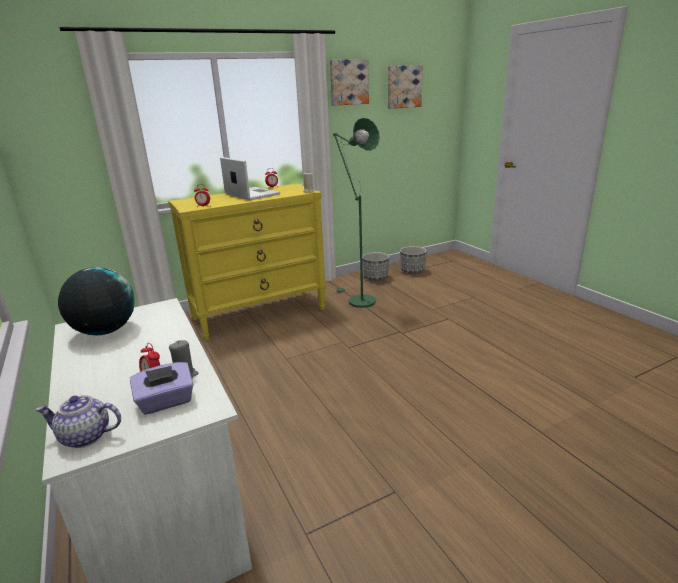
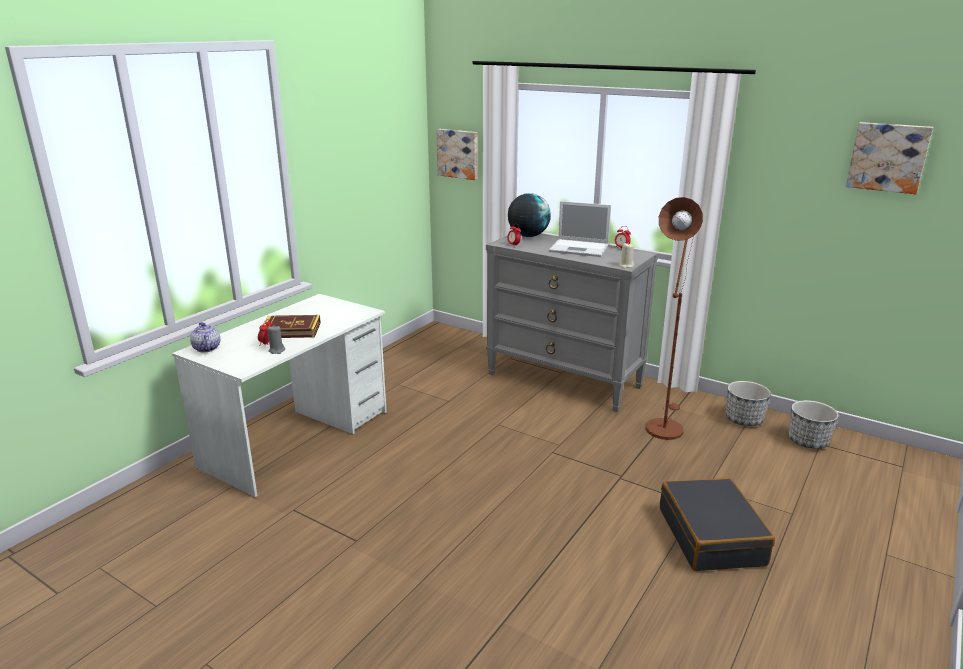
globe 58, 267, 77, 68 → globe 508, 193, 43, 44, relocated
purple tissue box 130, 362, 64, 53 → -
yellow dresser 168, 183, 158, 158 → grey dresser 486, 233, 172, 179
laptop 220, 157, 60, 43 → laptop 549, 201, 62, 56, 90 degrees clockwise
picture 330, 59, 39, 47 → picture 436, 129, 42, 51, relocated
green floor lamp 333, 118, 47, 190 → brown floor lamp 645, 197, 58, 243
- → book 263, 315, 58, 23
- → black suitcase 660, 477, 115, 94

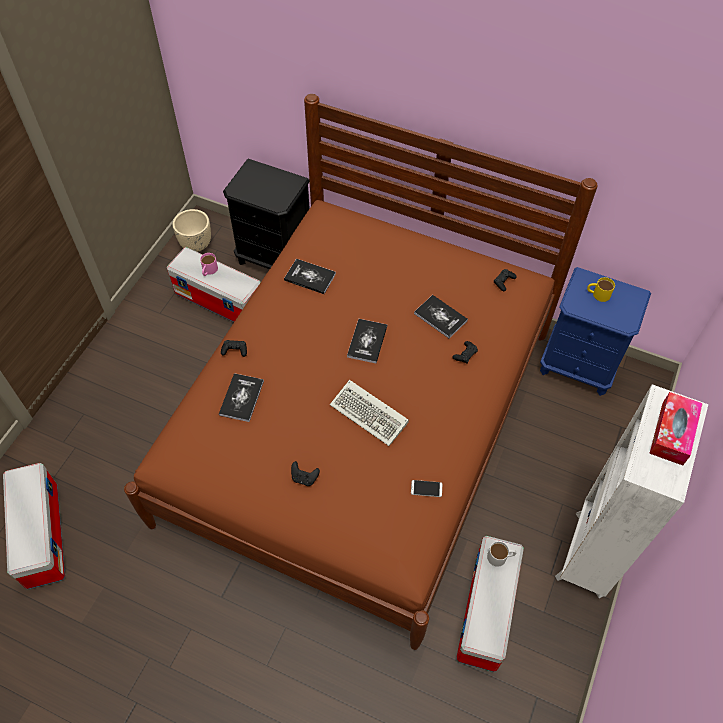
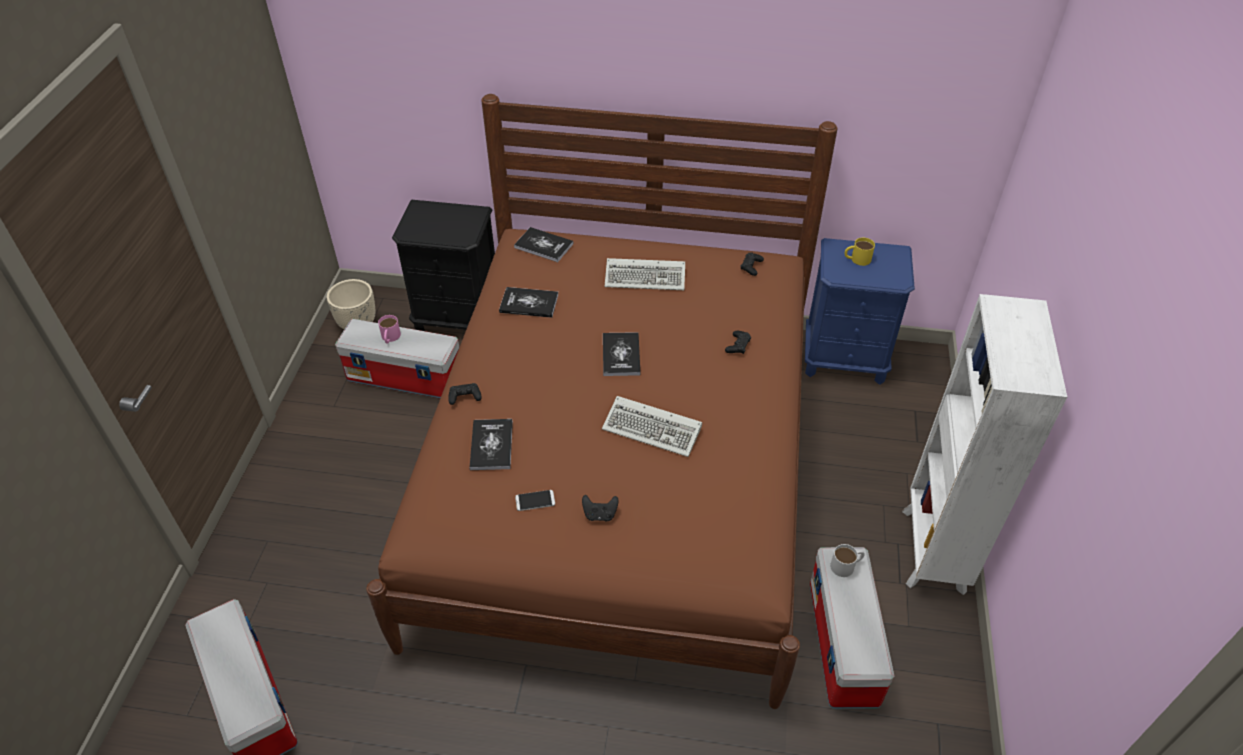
phone 411, 480, 31, 17 → phone 515, 490, 40, 21, relocated
book 414, 295, 54, 44 → book 514, 227, 60, 35, relocated
tissue box 649, 392, 54, 73 → -
- → keyboard 605, 258, 80, 32

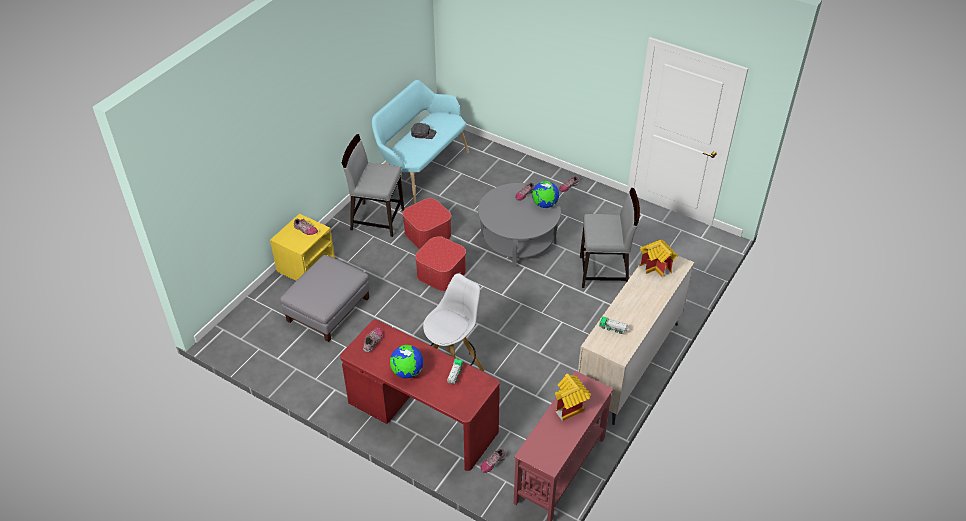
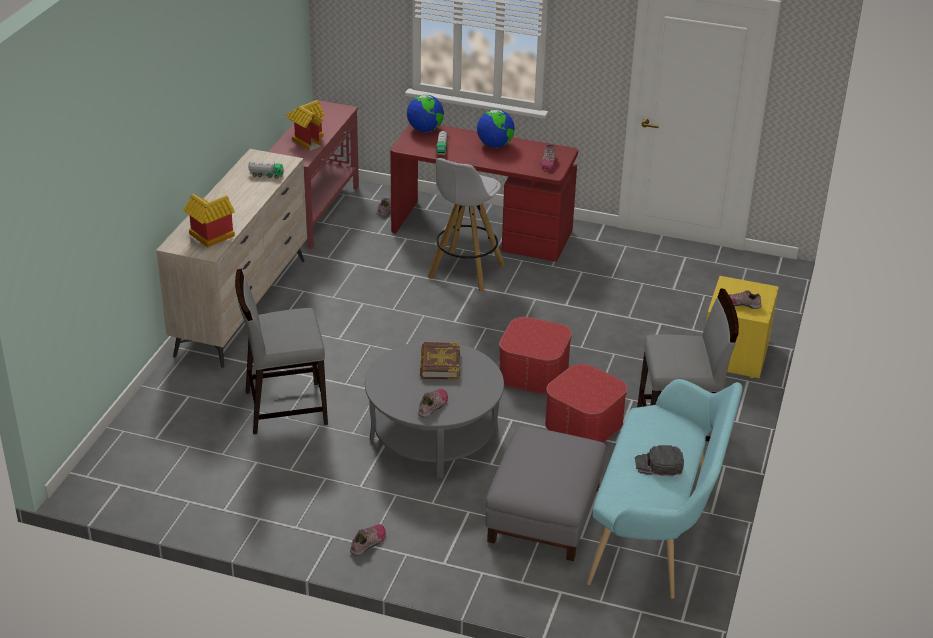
grey ottoman 280, 255, 90, 87 → grey ottoman 485, 426, 121, 135, relocated
globe 532, 181, 27, 27 → globe 407, 95, 37, 37, relocated
- → book 420, 342, 40, 38

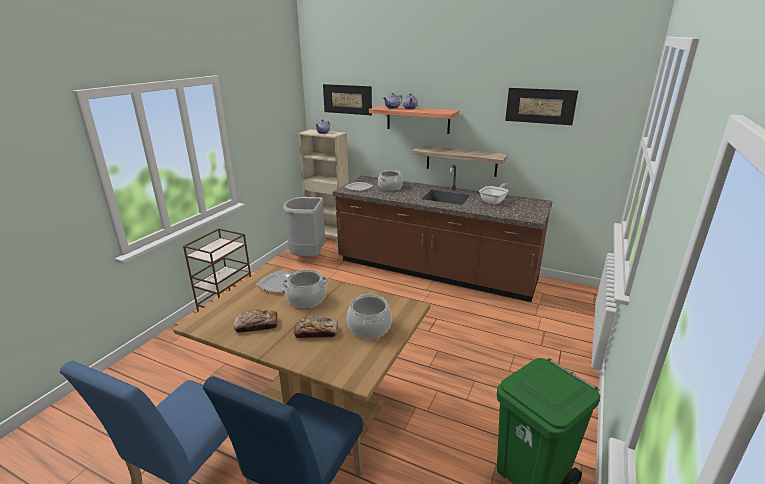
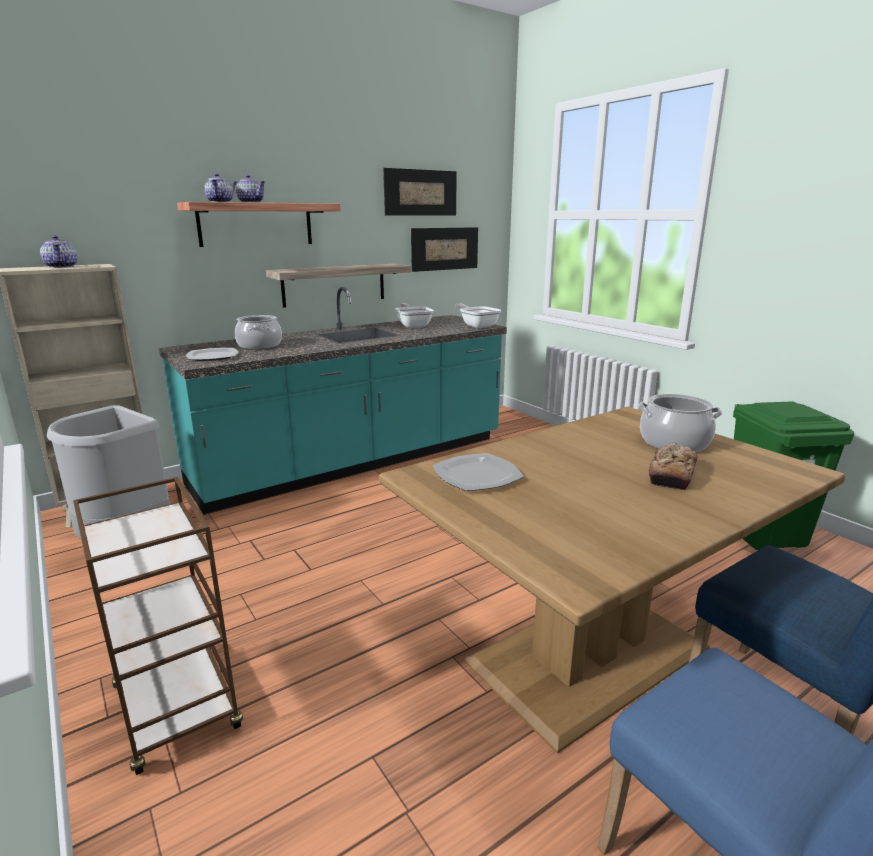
bread 234, 309, 43, 24 → -
cooking pot 282, 270, 46, 38 → -
picture 323, 84, 49, 32 → picture 411, 227, 67, 45, relocated
brown counter 333, 165, 220, 137 → turquoise counter 159, 287, 348, 227
- → frying pan 455, 304, 46, 24

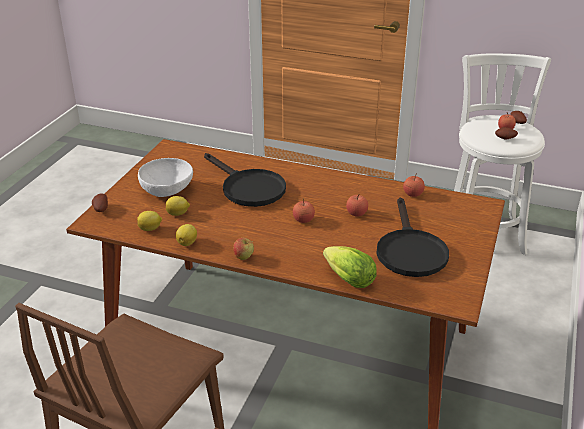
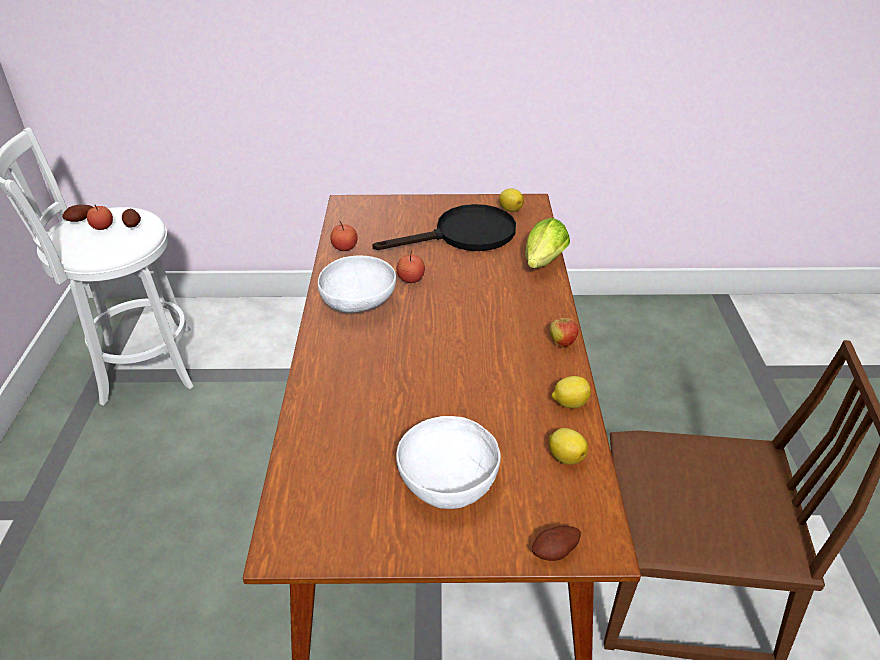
lemon 166, 196, 24, 20 → lemon 499, 188, 25, 24, relocated
black frying pan 204, 153, 82, 54 → -
apple 293, 199, 22, 24 → -
- → white bowl 318, 256, 78, 57

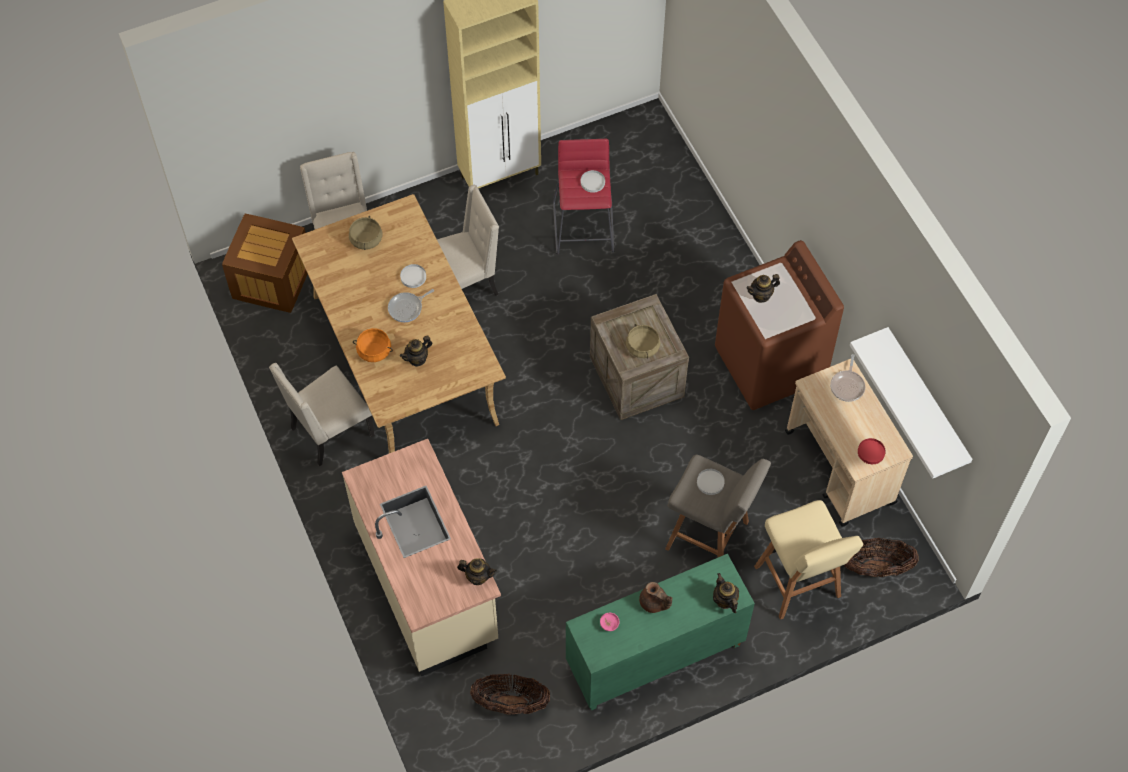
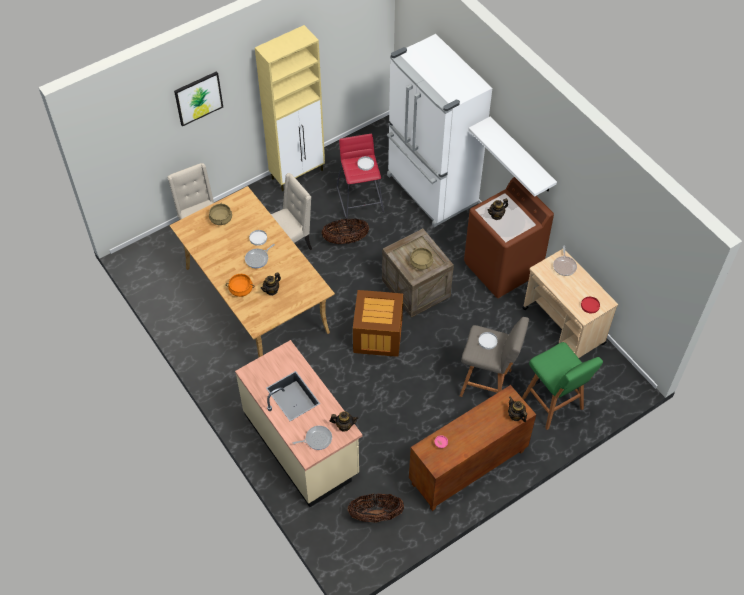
crate 222, 214, 86, 99 → crate 353, 290, 50, 67, relocated
beige chair 269, 363, 106, 103 → -
green cabinet 566, 554, 189, 157 → brown cabinet 409, 385, 127, 126
brown teapot 639, 582, 33, 31 → -
beige stool 754, 500, 109, 120 → green stool 522, 342, 81, 88
basket 844, 538, 75, 39 → basket 322, 219, 47, 25, relocated
white shelf 850, 327, 123, 152 → white shelf 468, 116, 89, 81, relocated
- → picture 174, 71, 49, 56
- → frying pan 292, 426, 40, 24
- → white fridge 387, 34, 105, 193

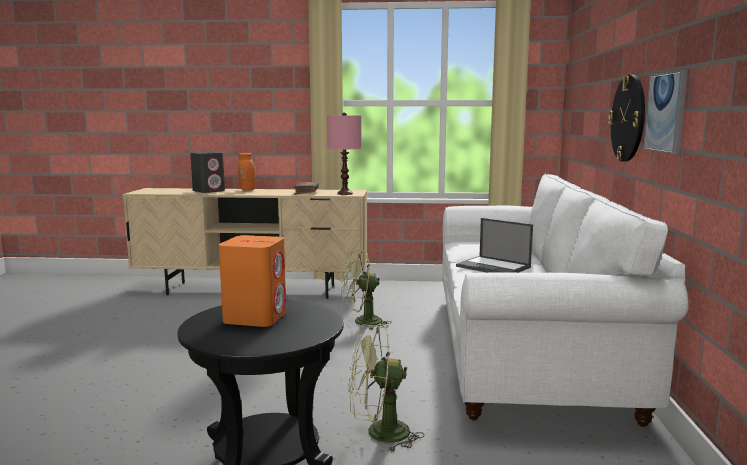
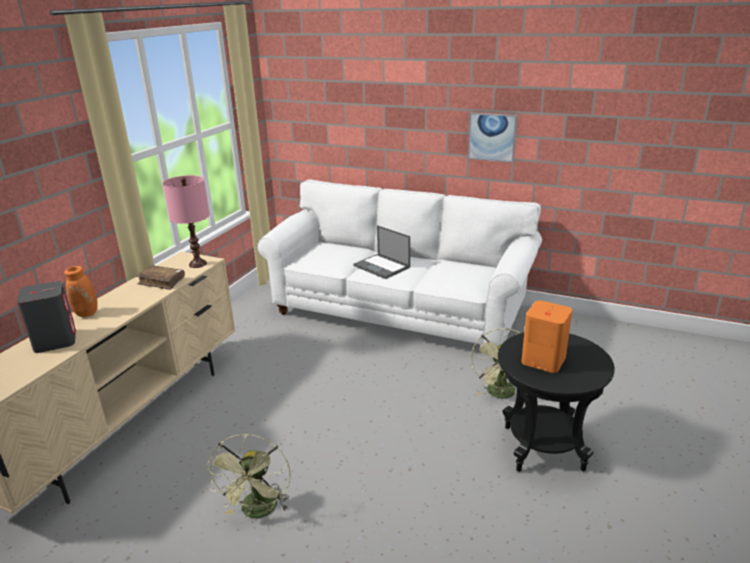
green fan 341, 250, 50, 80 → green fan 206, 434, 85, 84, relocated
laptop 456, 218, 77, 55 → laptop 353, 225, 57, 54, 75 degrees clockwise
wall clock 608, 75, 37, 87 → -

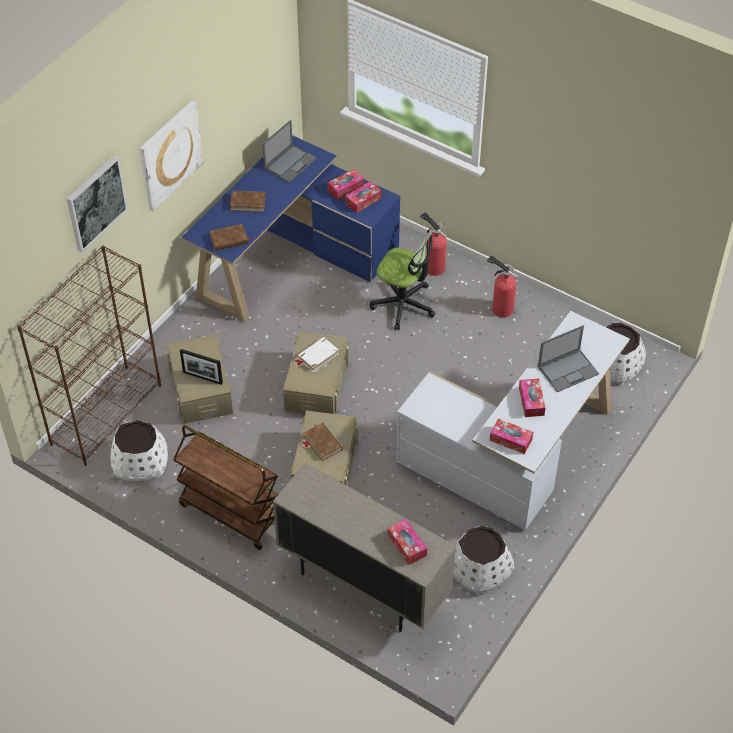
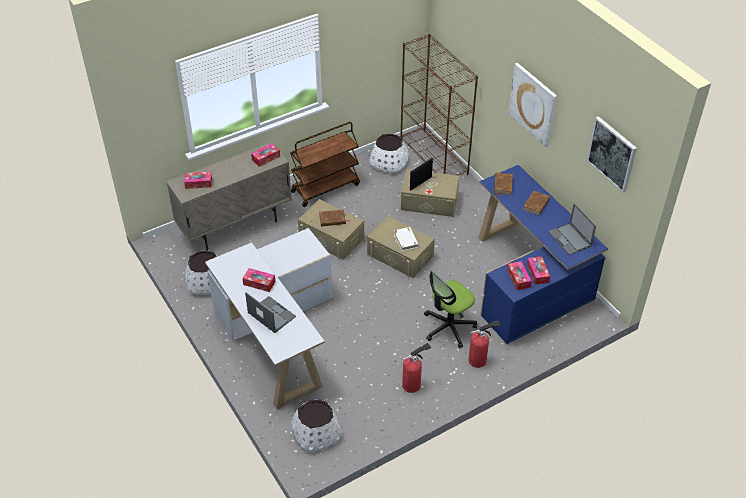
picture 67, 155, 61, 98 → picture 587, 116, 50, 76, relocated
tissue box 489, 419, 44, 35 → tissue box 251, 143, 29, 24, relocated
laptop 538, 325, 61, 67 → laptop 245, 292, 51, 41, 135 degrees clockwise

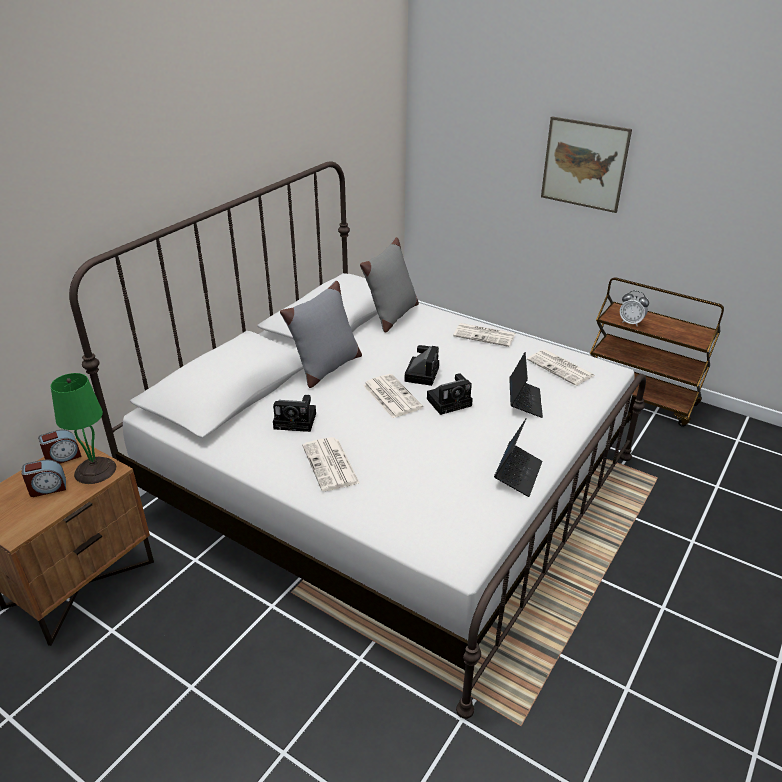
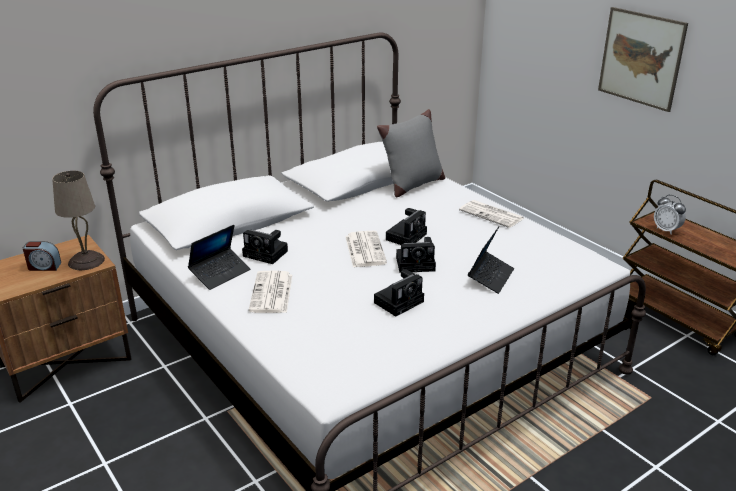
alarm clock 38, 430, 44, 34 → -
green table lamp 51, 373, 65, 111 → beige table lamp 52, 171, 53, 99
grey pillow 280, 281, 82, 107 → -
laptop 494, 418, 49, 79 → laptop 188, 225, 62, 65, relocated
newspaper 527, 349, 68, 37 → -
- → photo camera 374, 269, 50, 48

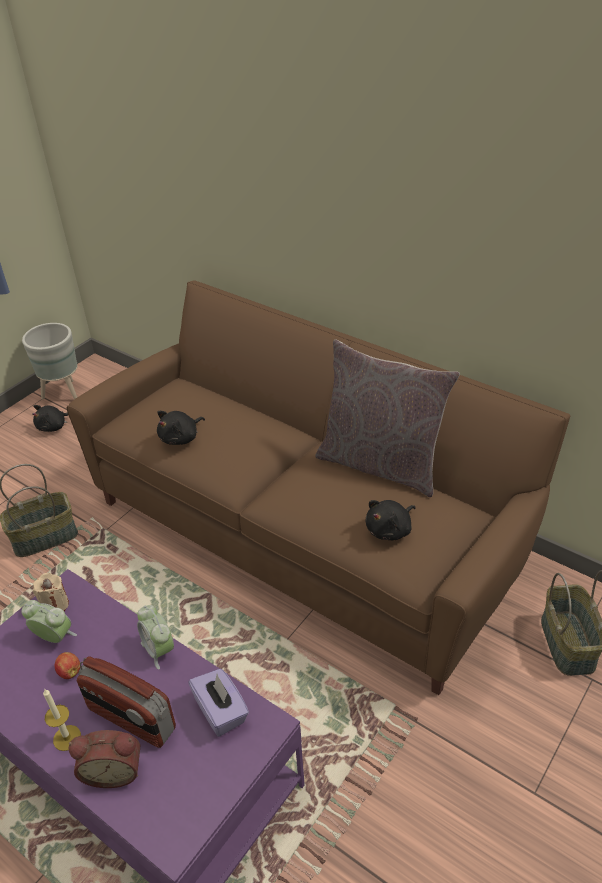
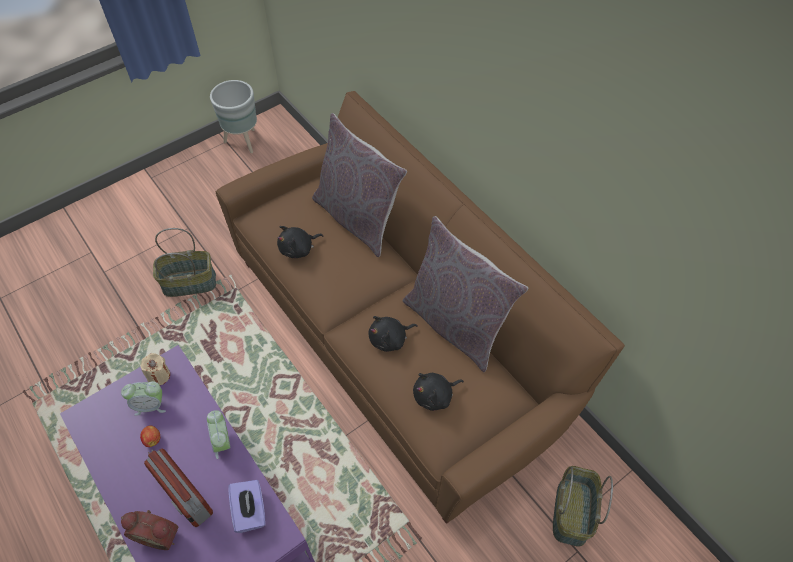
alarm clock 21, 600, 56, 43 → alarm clock 121, 381, 45, 35, 135 degrees clockwise
black plush toy 32, 405, 36, 27 → black plush toy 369, 316, 49, 36, relocated
candle 43, 689, 38, 62 → -
- → grey pillow 312, 113, 95, 144

